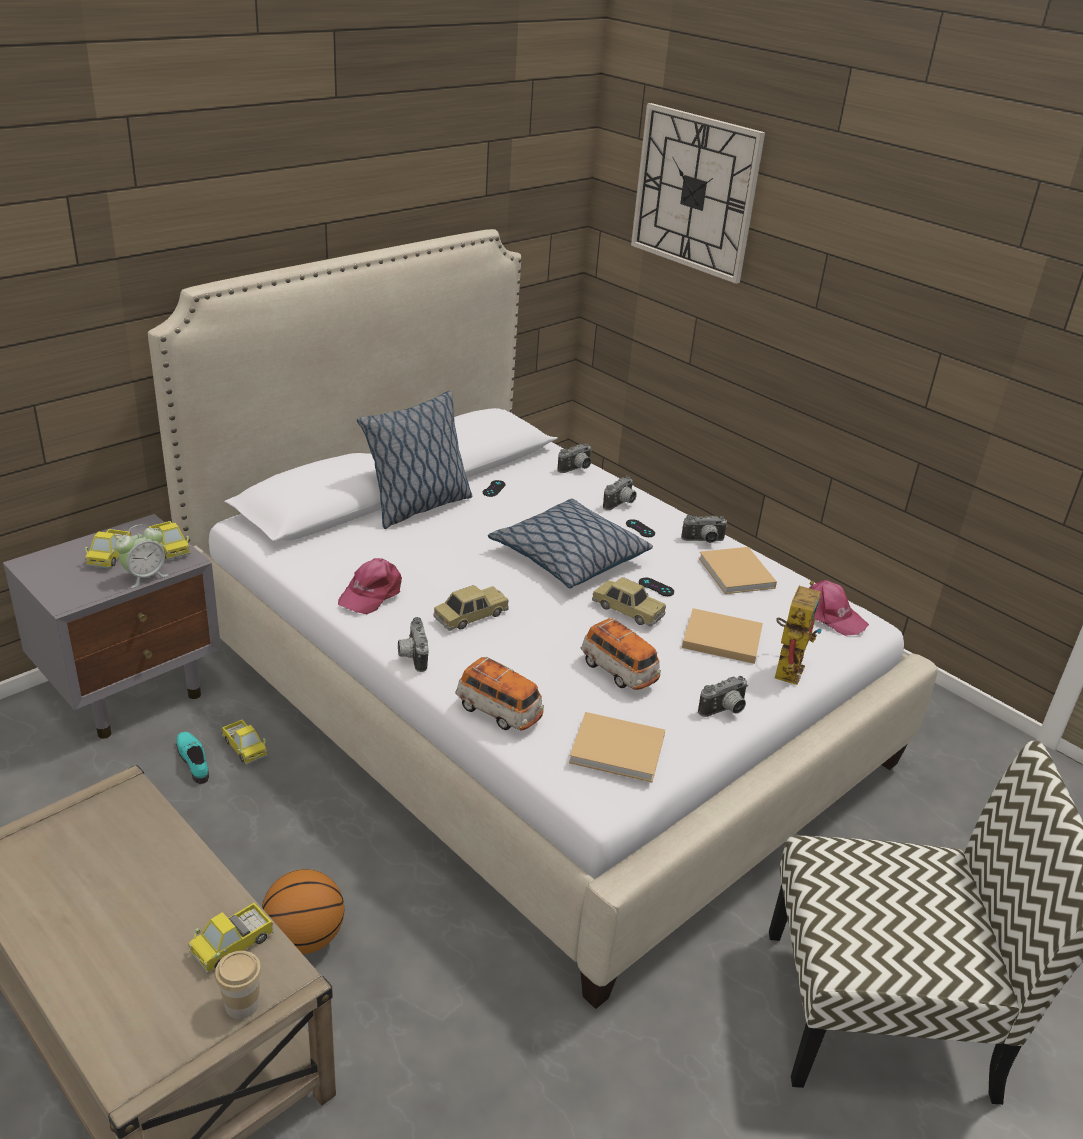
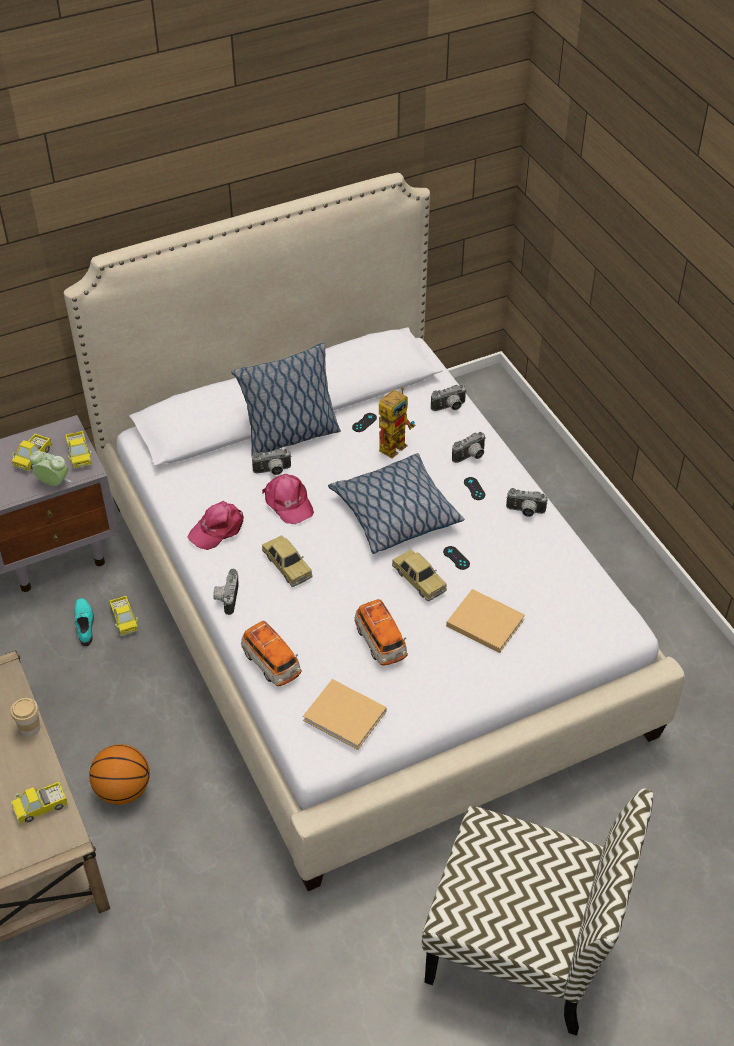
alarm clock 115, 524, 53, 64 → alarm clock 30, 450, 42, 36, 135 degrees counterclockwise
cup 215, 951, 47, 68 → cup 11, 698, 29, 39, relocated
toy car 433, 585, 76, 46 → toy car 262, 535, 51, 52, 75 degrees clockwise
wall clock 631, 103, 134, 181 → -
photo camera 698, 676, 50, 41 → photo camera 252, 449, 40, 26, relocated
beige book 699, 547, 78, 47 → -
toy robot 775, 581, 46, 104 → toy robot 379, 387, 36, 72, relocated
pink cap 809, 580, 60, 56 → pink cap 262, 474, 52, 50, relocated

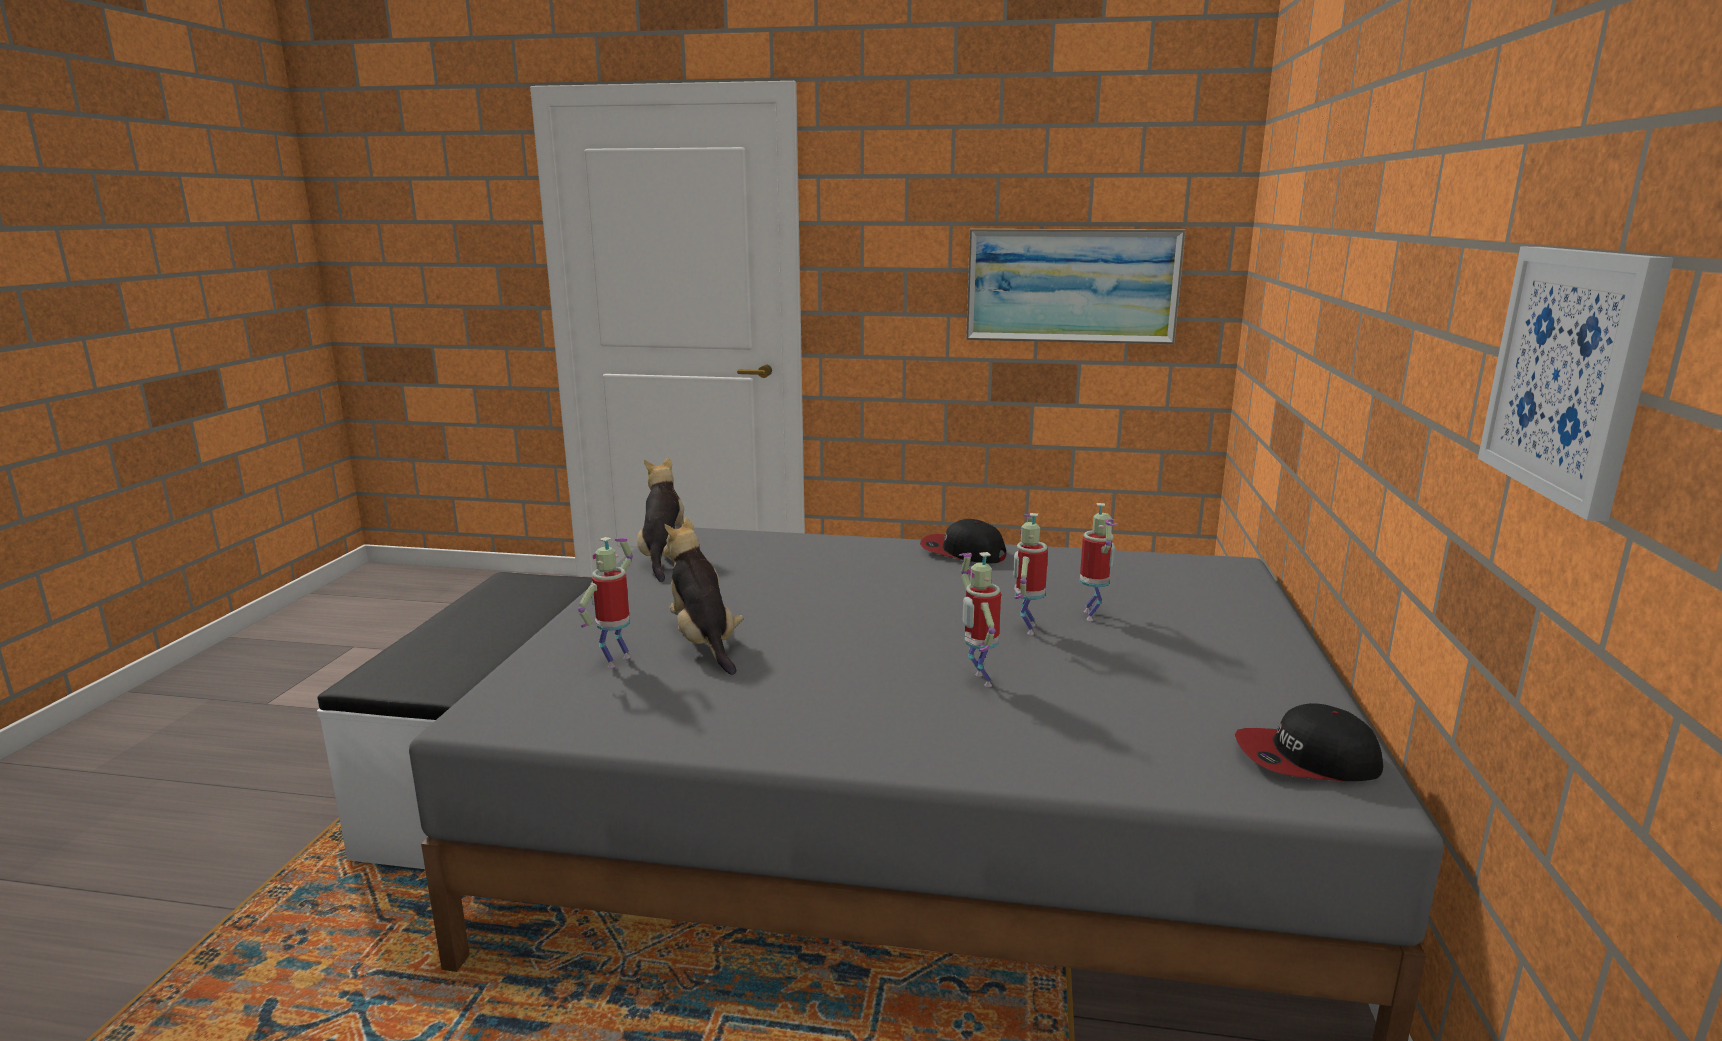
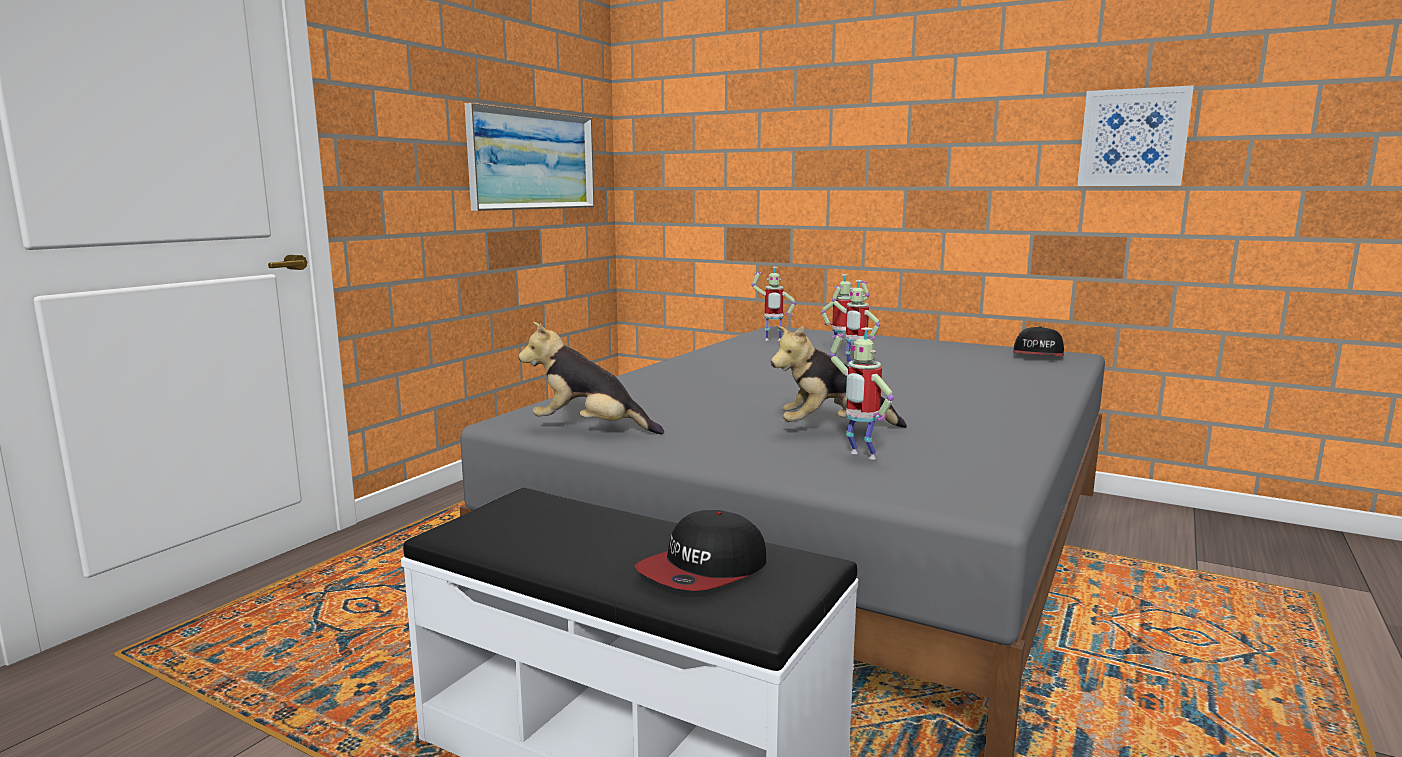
cap 920, 519, 86, 44 → cap 635, 510, 131, 81, relocated
toy robot 959, 552, 42, 135 → toy robot 752, 267, 44, 74, relocated

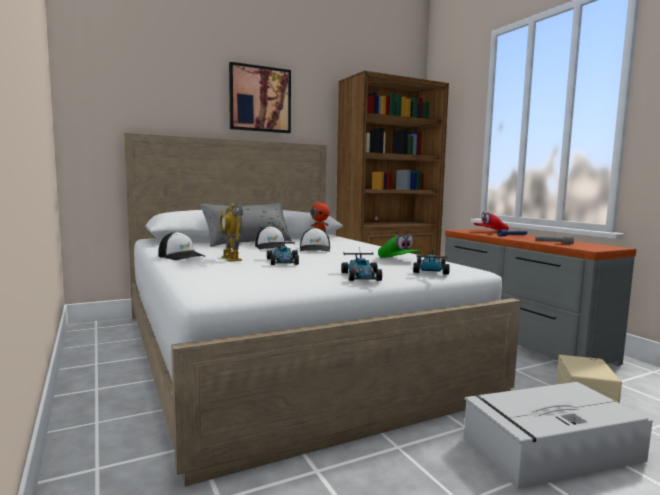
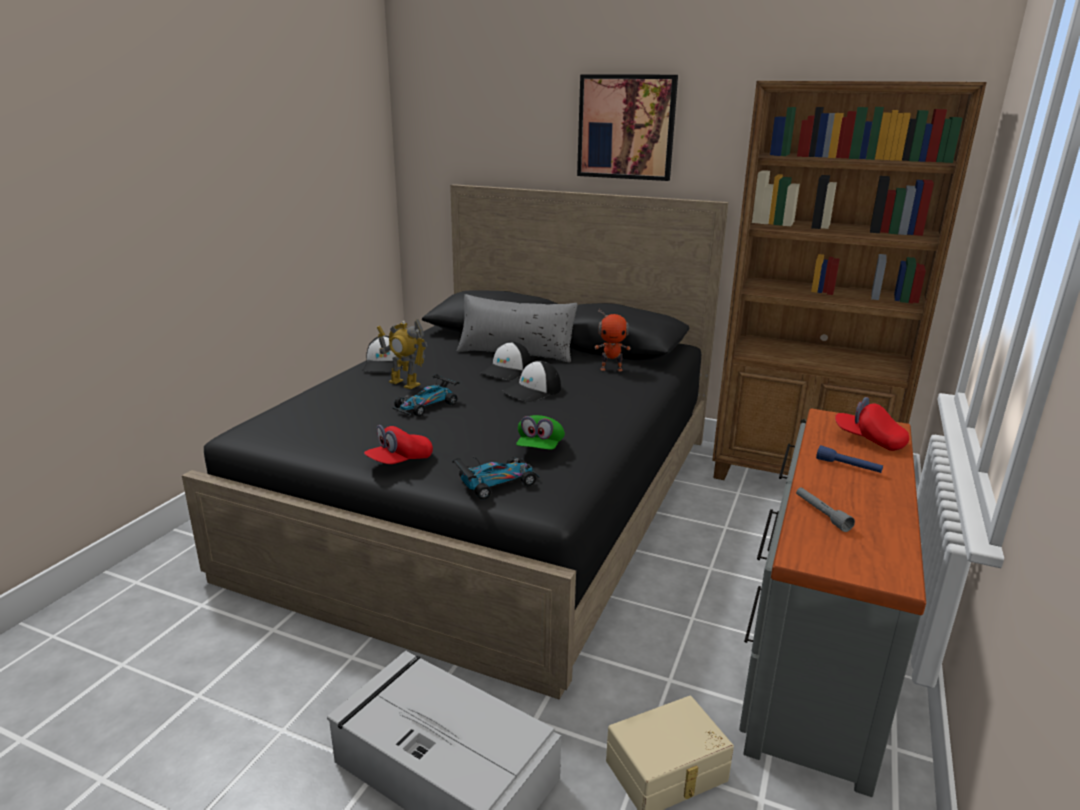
white bed 124, 133, 397, 353 → black bed 182, 184, 546, 516
toy robot 220, 200, 23, 62 → toy robot 377, 319, 50, 70, 75 degrees counterclockwise
toy car 341, 247, 41, 34 → red cap 364, 425, 69, 39

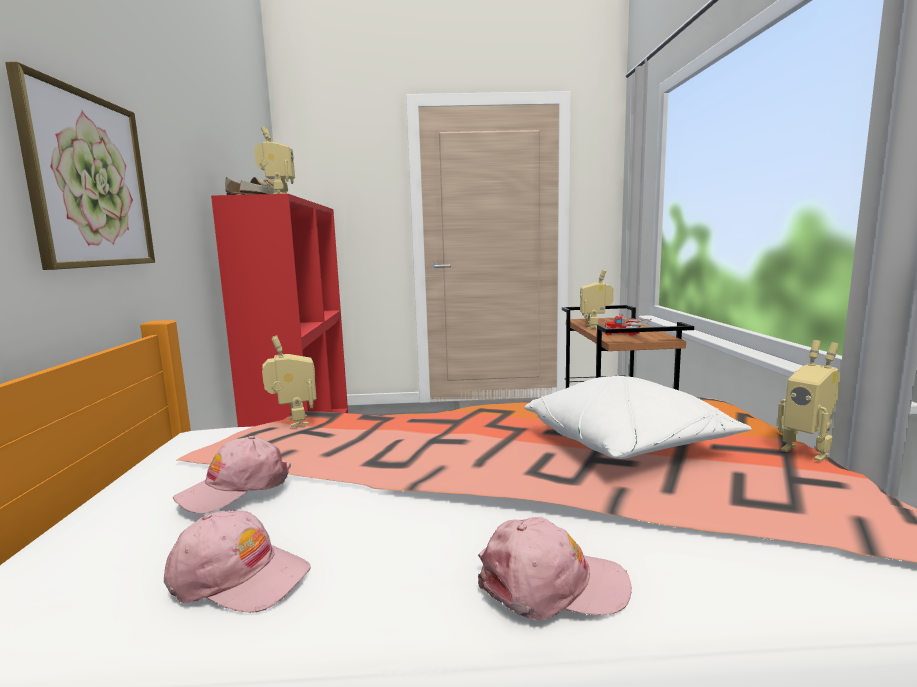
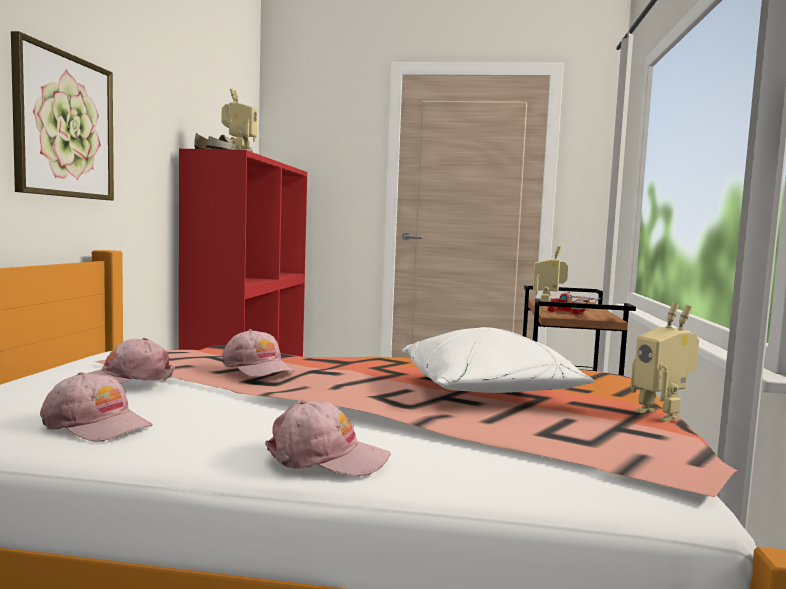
toy robot 262, 335, 55, 92 → -
- → pink cap 222, 329, 73, 48

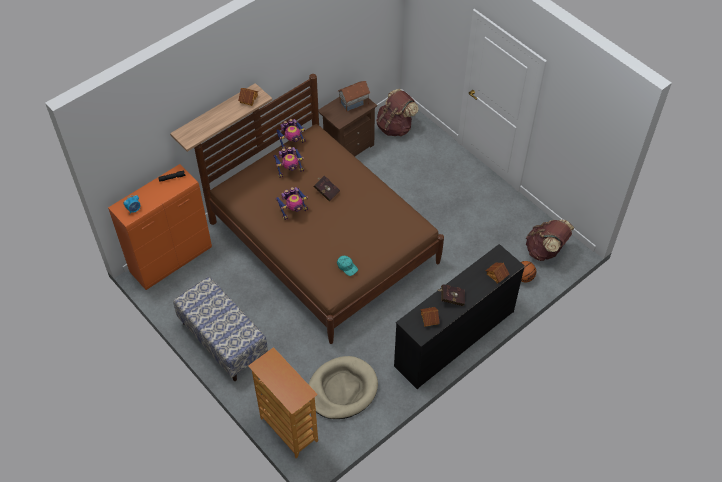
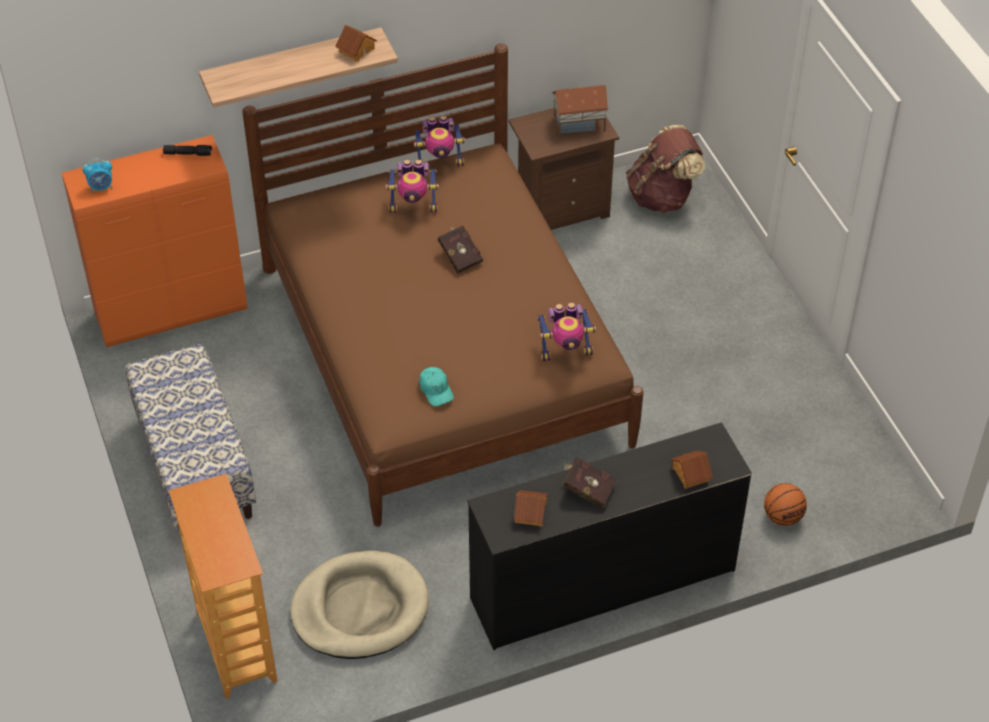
toy robot 276, 187, 32, 33 → toy robot 537, 302, 59, 59, relocated
brown backpack 526, 219, 49, 42 → -

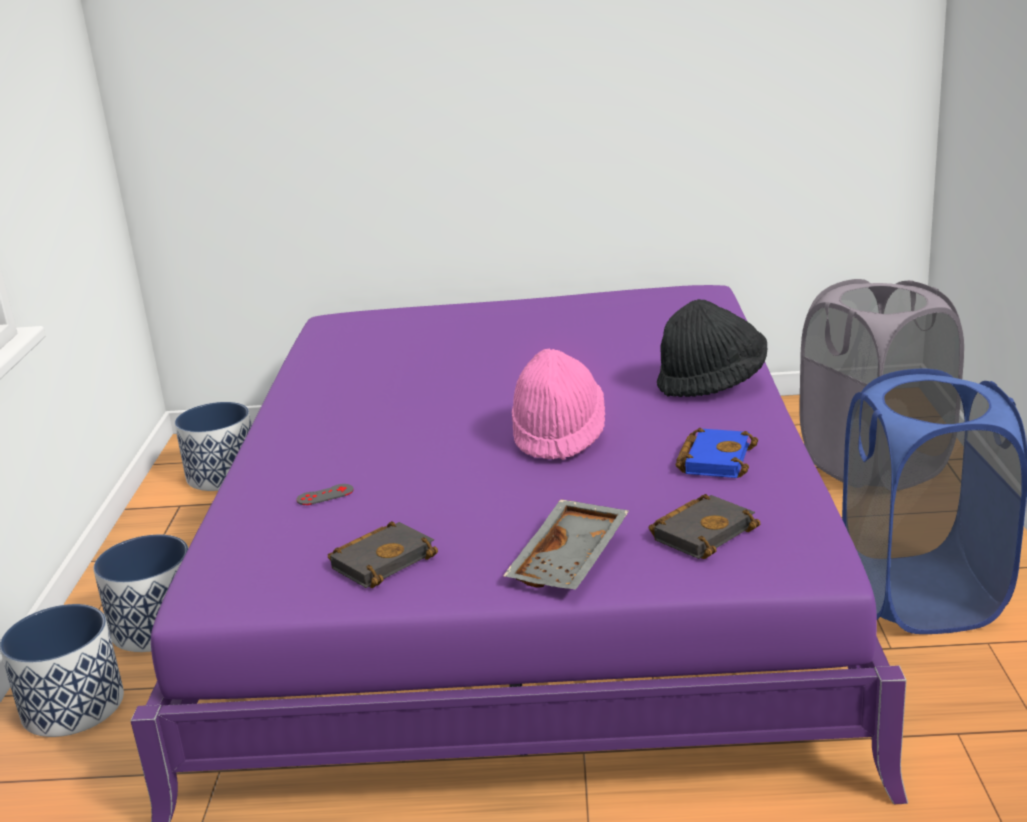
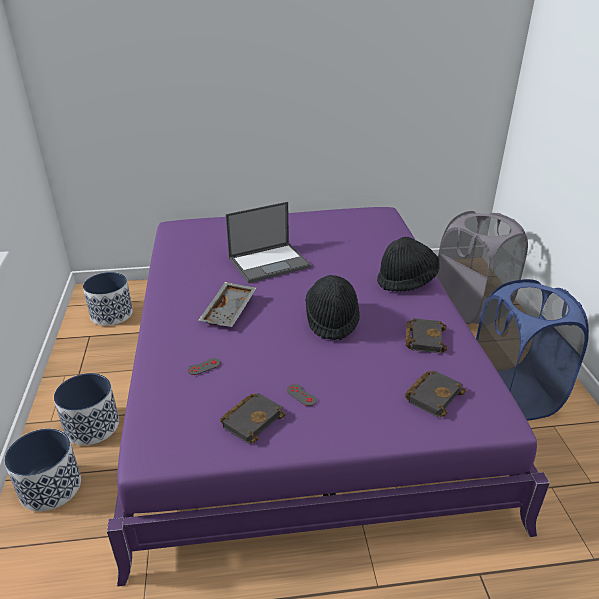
grey tray 503, 499, 126, 91 → grey tray 198, 282, 58, 45, relocated
pink hat 512, 349, 93, 111 → black hat 305, 275, 55, 65
blue book 675, 428, 83, 50 → black book 405, 318, 42, 35
- → laptop 225, 202, 86, 81
- → grey game controller 287, 384, 30, 22

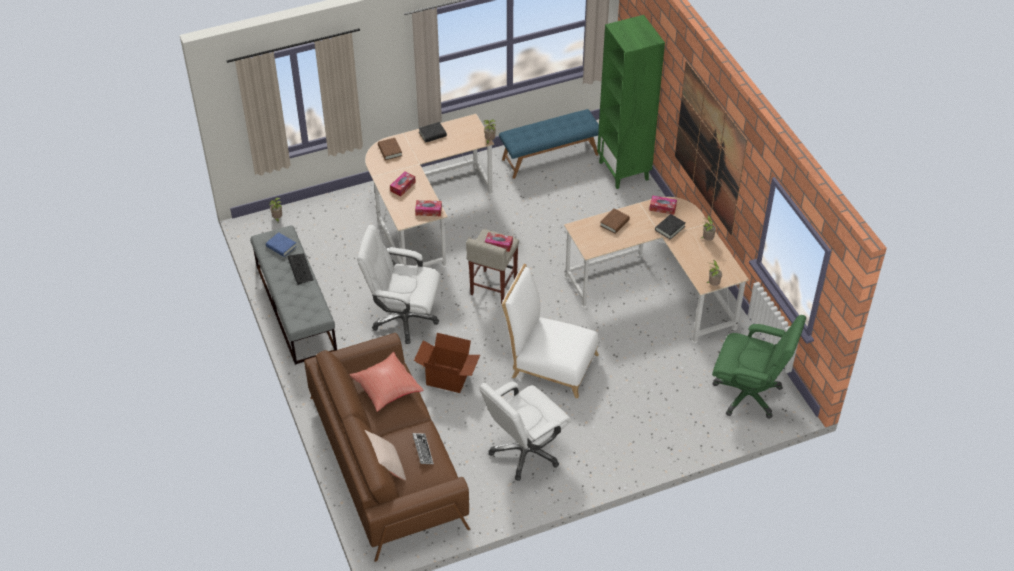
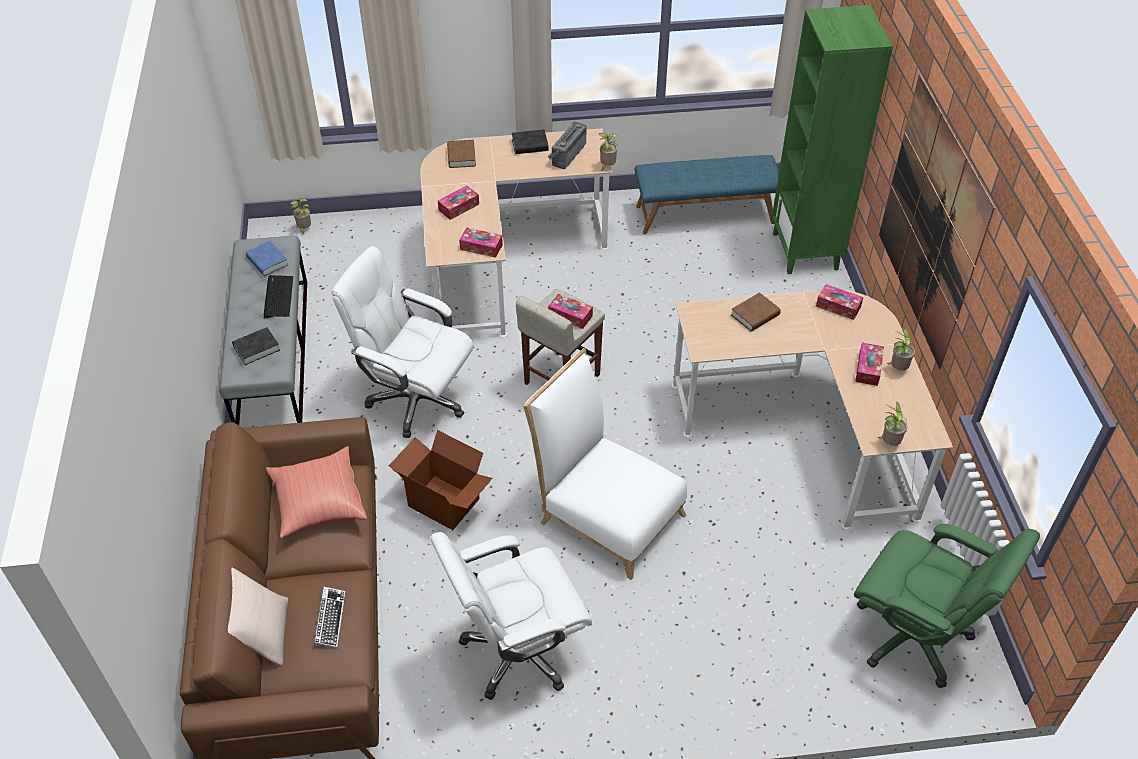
black book 655, 214, 30, 26 → black book 232, 327, 48, 38, relocated
- → radio 548, 122, 38, 47
- → tissue box 855, 342, 29, 44

